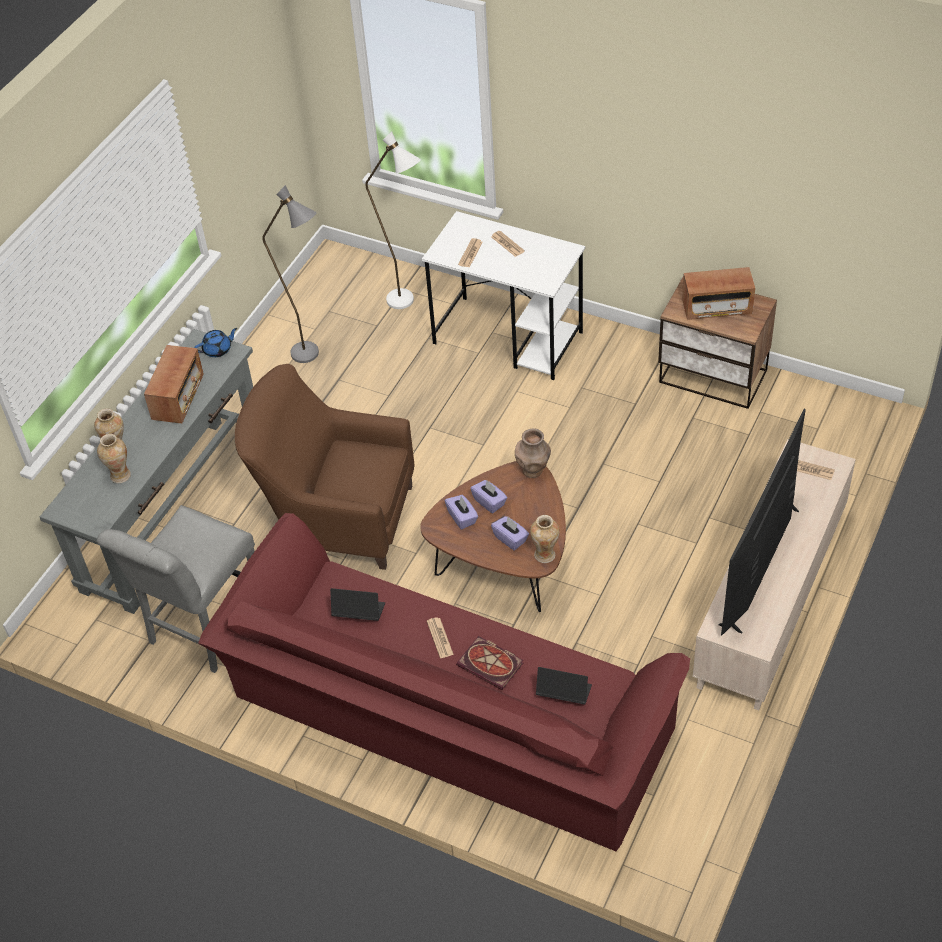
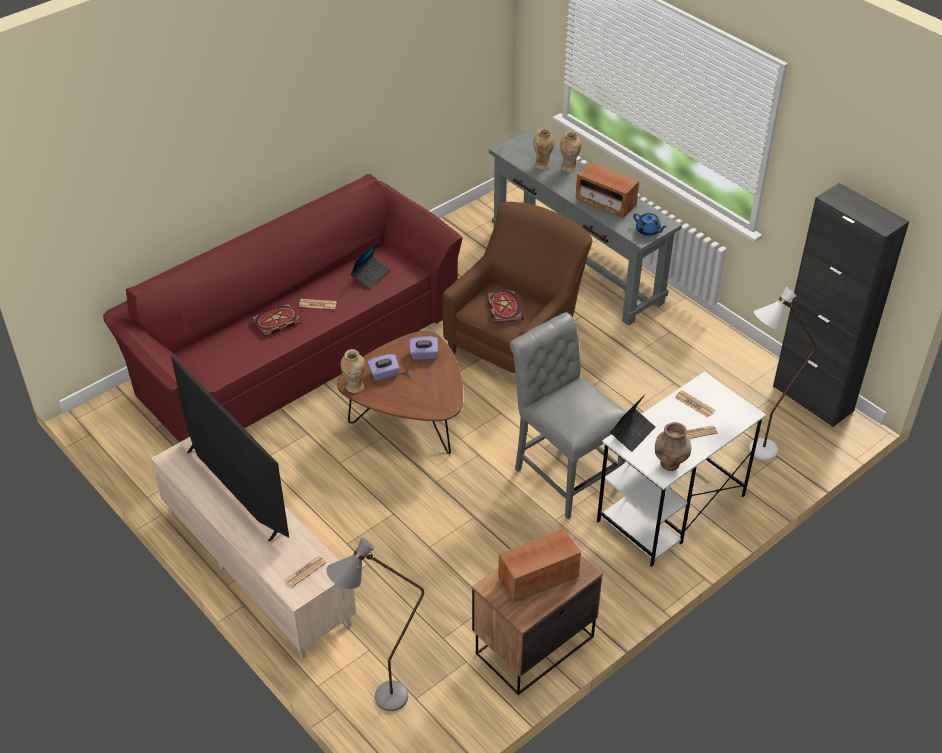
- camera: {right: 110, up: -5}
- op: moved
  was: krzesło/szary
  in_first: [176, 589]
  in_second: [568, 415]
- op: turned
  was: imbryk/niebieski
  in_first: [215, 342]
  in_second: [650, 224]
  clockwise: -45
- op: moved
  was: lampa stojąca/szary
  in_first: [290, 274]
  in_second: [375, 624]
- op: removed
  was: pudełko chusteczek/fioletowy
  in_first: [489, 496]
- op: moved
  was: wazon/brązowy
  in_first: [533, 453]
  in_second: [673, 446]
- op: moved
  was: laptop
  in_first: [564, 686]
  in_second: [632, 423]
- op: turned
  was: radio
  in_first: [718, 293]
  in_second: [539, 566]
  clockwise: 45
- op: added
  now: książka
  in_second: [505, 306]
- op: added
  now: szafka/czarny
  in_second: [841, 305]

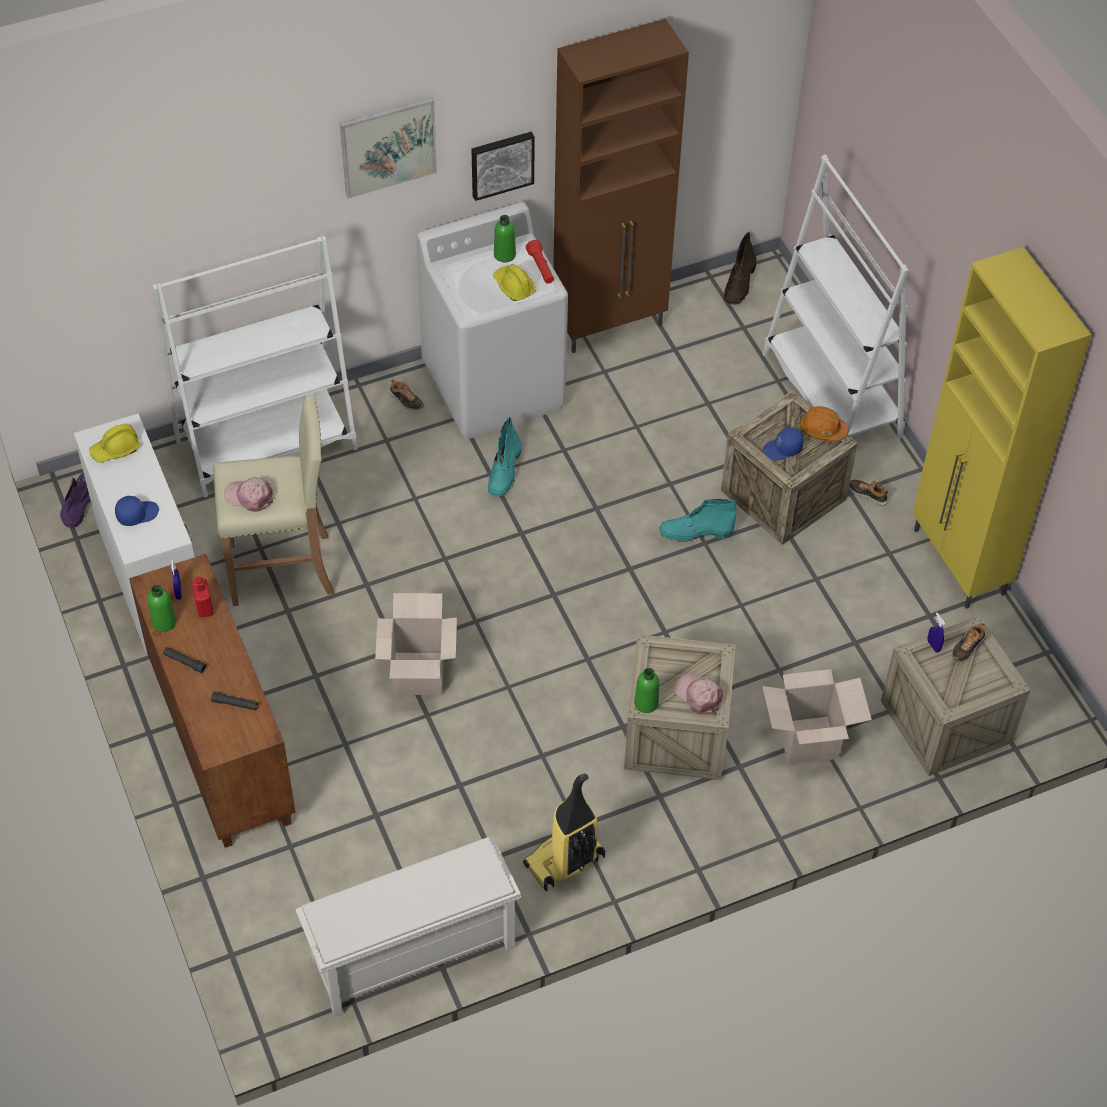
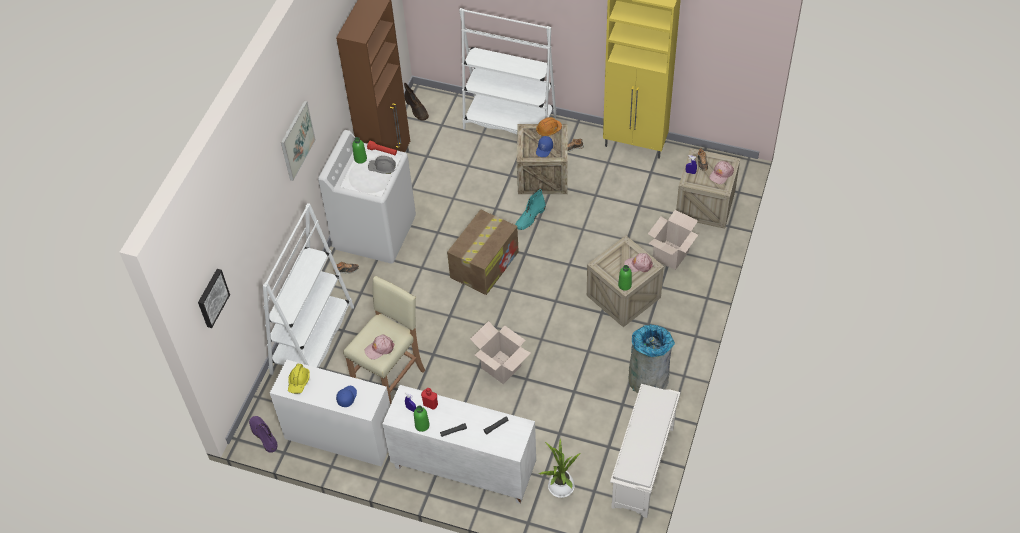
- camera: {right: -45, up: 0}
- op: recoloured
  was: szafka/brązowy
  now: szafka/biały
  in_first: [212, 701]
  in_second: [459, 444]
- op: moved
  was: obraz
  in_first: [503, 166]
  in_second: [214, 298]
- op: removed
  was: but z cholewką/turkusowy
  in_first: [505, 457]
- op: recoloured
  was: kask/żółty
  now: kask/szary
  in_first: [514, 282]
  in_second: [382, 165]
- op: replaced
  was: odkurzacz
  now: kosz na śmieci/szary
  in_first: [564, 832]
  in_second: [652, 359]
- op: added
  now: karton
  in_second: [483, 252]
- op: added
  now: roślina doniczkowa
  in_second: [560, 468]
- op: added
  now: czapka z daszkiem/różowy
  in_second: [721, 172]

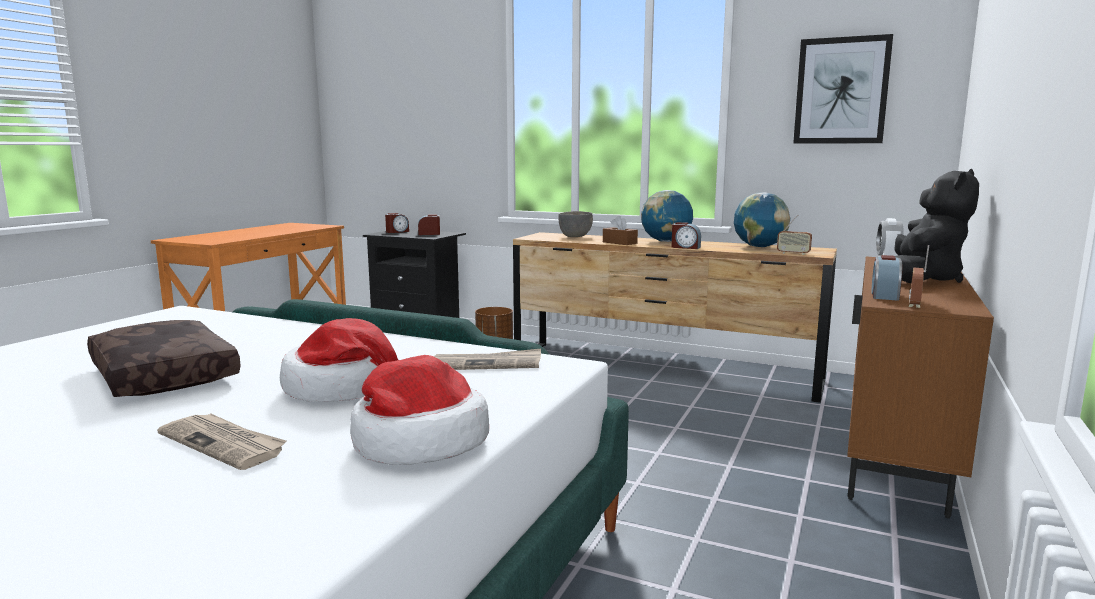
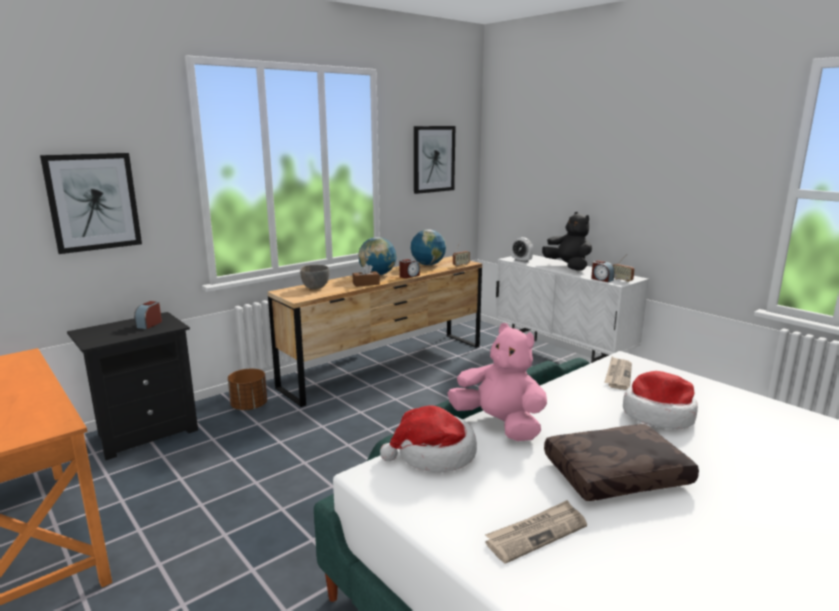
- camera: {right: -65, up: 5}
- op: moved
  was: gazeta
  in_first: [221, 441]
  in_second: [536, 532]
- op: moved
  was: kapelusz
  in_first: [419, 410]
  in_second: [428, 438]
- op: removed
  was: budzik
  in_first: [397, 223]
- op: recoloured
  was: szafka/brązowy
  now: szafka/biały
  in_first: [920, 387]
  in_second: [572, 309]
- op: added
  now: obraz
  in_second: [91, 203]
- op: added
  now: pluszak/różowy
  in_second: [497, 382]

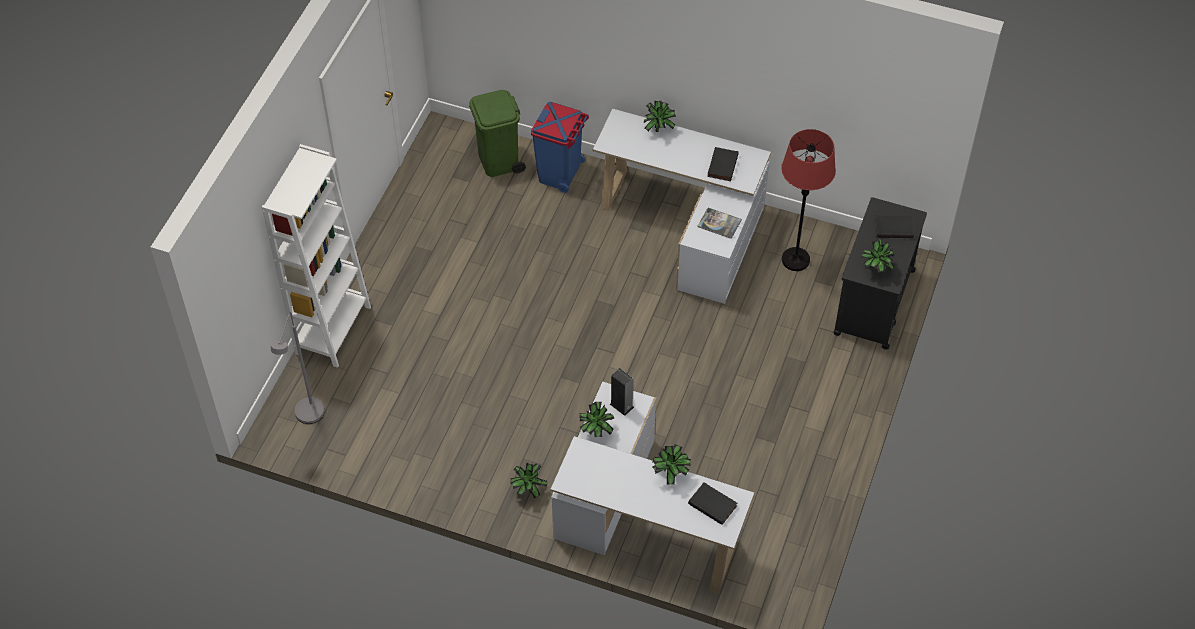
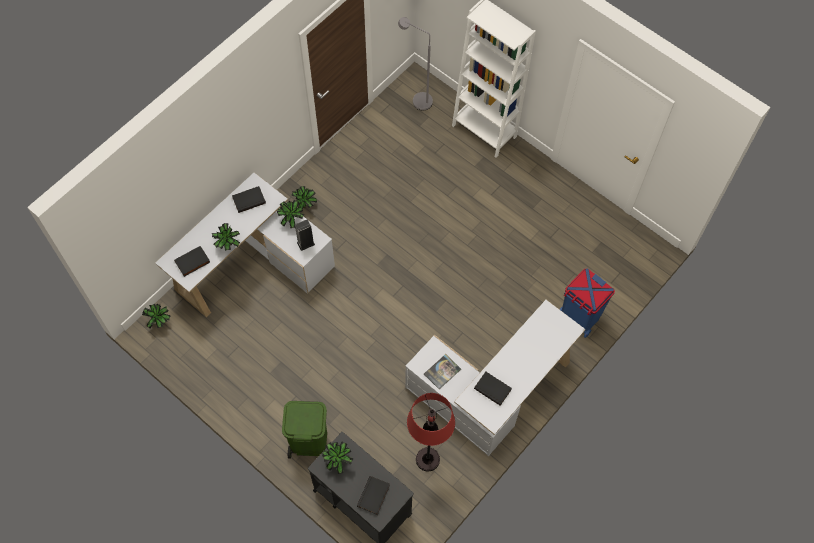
- camera: {right: 110, up: 10}
- op: moved
  was: kosz na śmieci/zielony
  in_first: [497, 133]
  in_second: [304, 430]
- op: moved
  was: roślina doniczkowa
  in_first: [660, 116]
  in_second: [156, 315]
- op: added
  now: książka/czarny
  in_second: [249, 199]

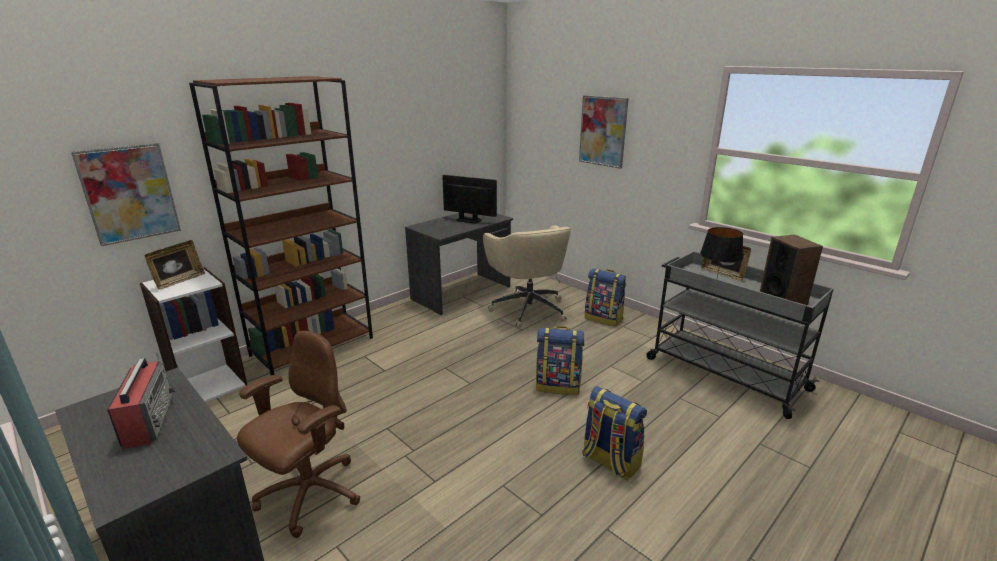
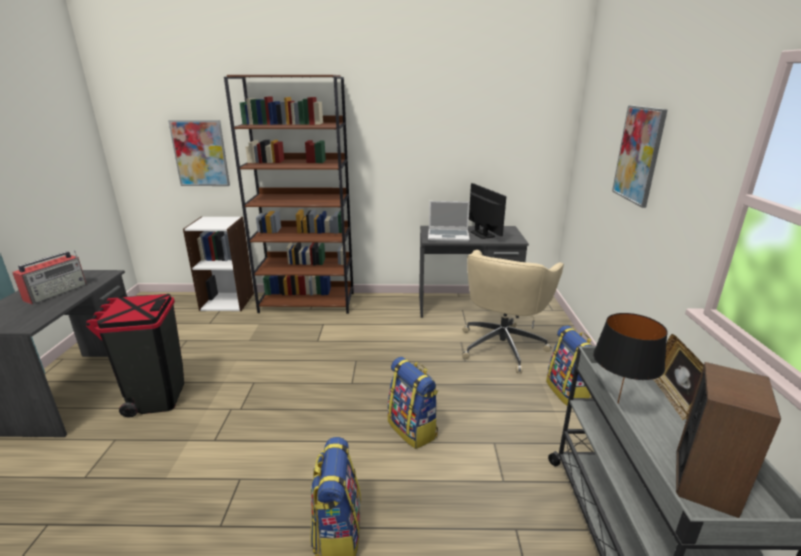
- camera: {right: 45, up: 0}
- op: removed
  was: ramka na zdjęcie
  in_first: [174, 265]
- op: replaced
  was: krzesło biurowe/brązowy
  now: kosz na śmieci/czarny
  in_first: [298, 434]
  in_second: [135, 355]
- op: added
  now: laptop
  in_second: [449, 221]

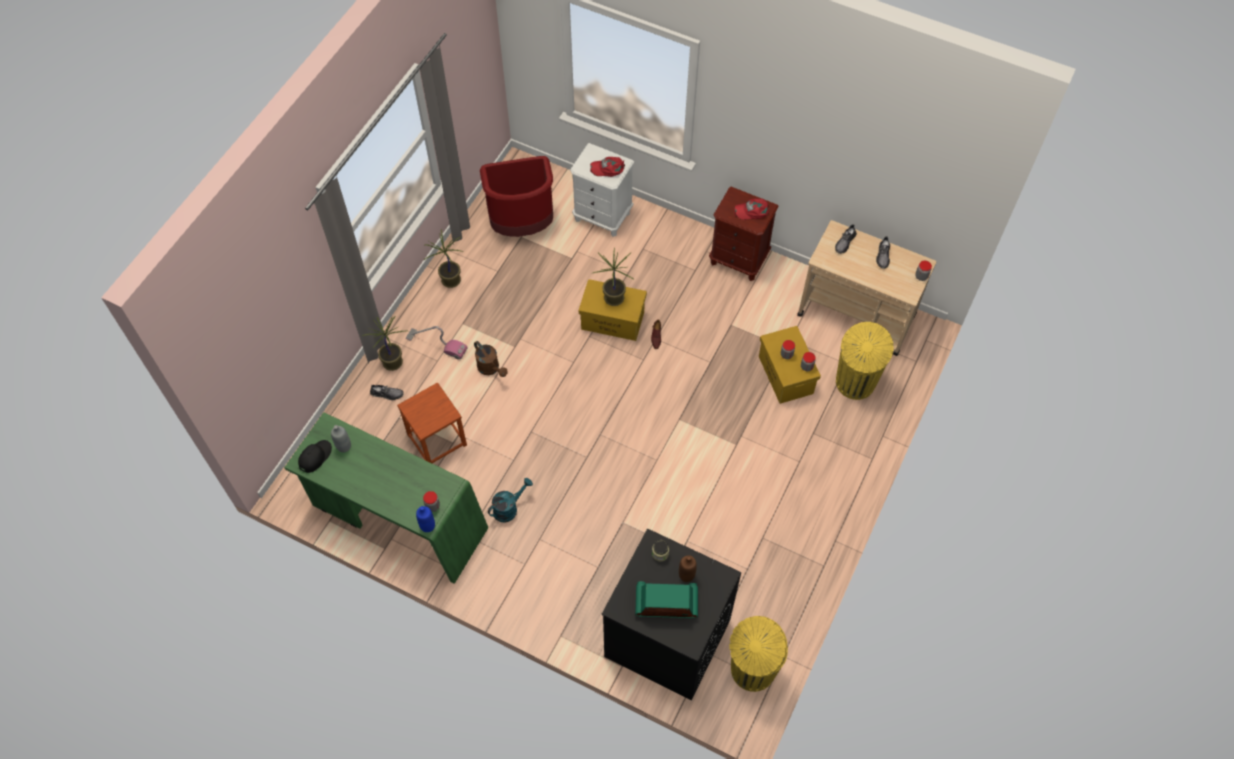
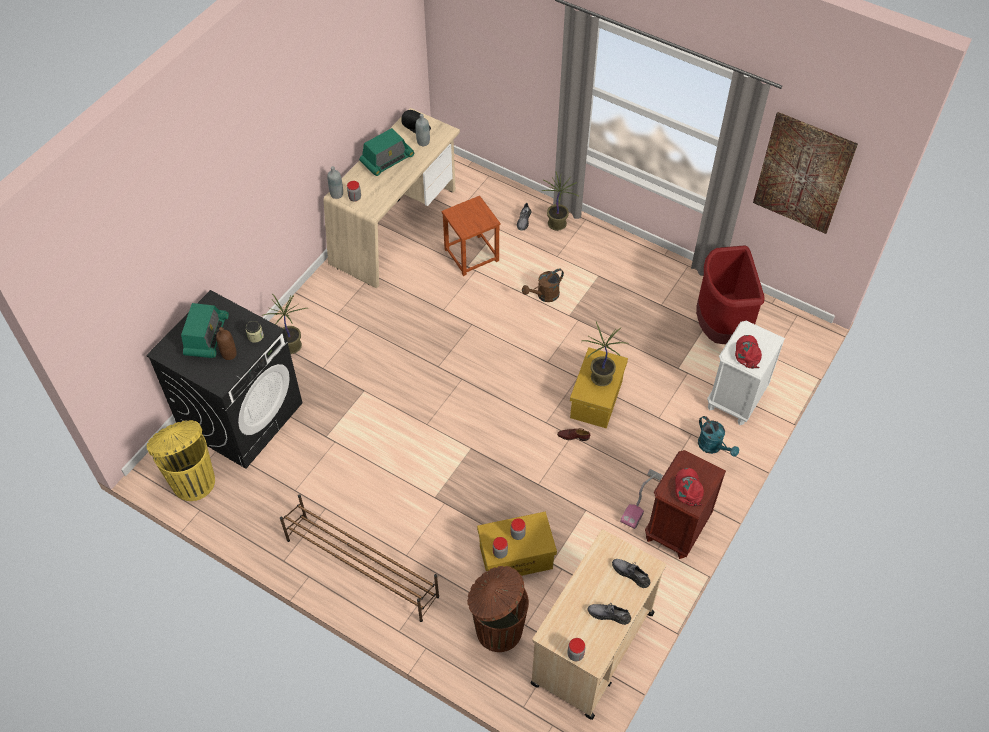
- camera: {right: 95, up: -5}
- op: recoloured
  was: biurko/zielony
  now: biurko/beżowy
  in_first: [386, 498]
  in_second: [391, 198]
- op: moved
  was: odkurzacz
  in_first: [437, 343]
  in_second: [641, 499]
- op: recoloured
  was: butelka/niebieski
  now: butelka/szary
  in_first: [425, 519]
  in_second: [335, 182]
- op: moved
  was: roślina doniczkowa
  in_first: [443, 258]
  in_second: [285, 324]
- op: moved
  was: konewka/turkusowy
  in_first: [510, 500]
  in_second: [718, 436]
- op: recoloured
  was: kosz na śmieci/żółty
  now: kosz na śmieci/brązowy
  in_first: [865, 361]
  in_second: [498, 609]
- op: added
  now: regał na buty/brązowy
  in_second: [359, 558]
- op: added
  now: radio
  in_second: [386, 152]
- op: added
  now: obraz
  in_second: [805, 173]

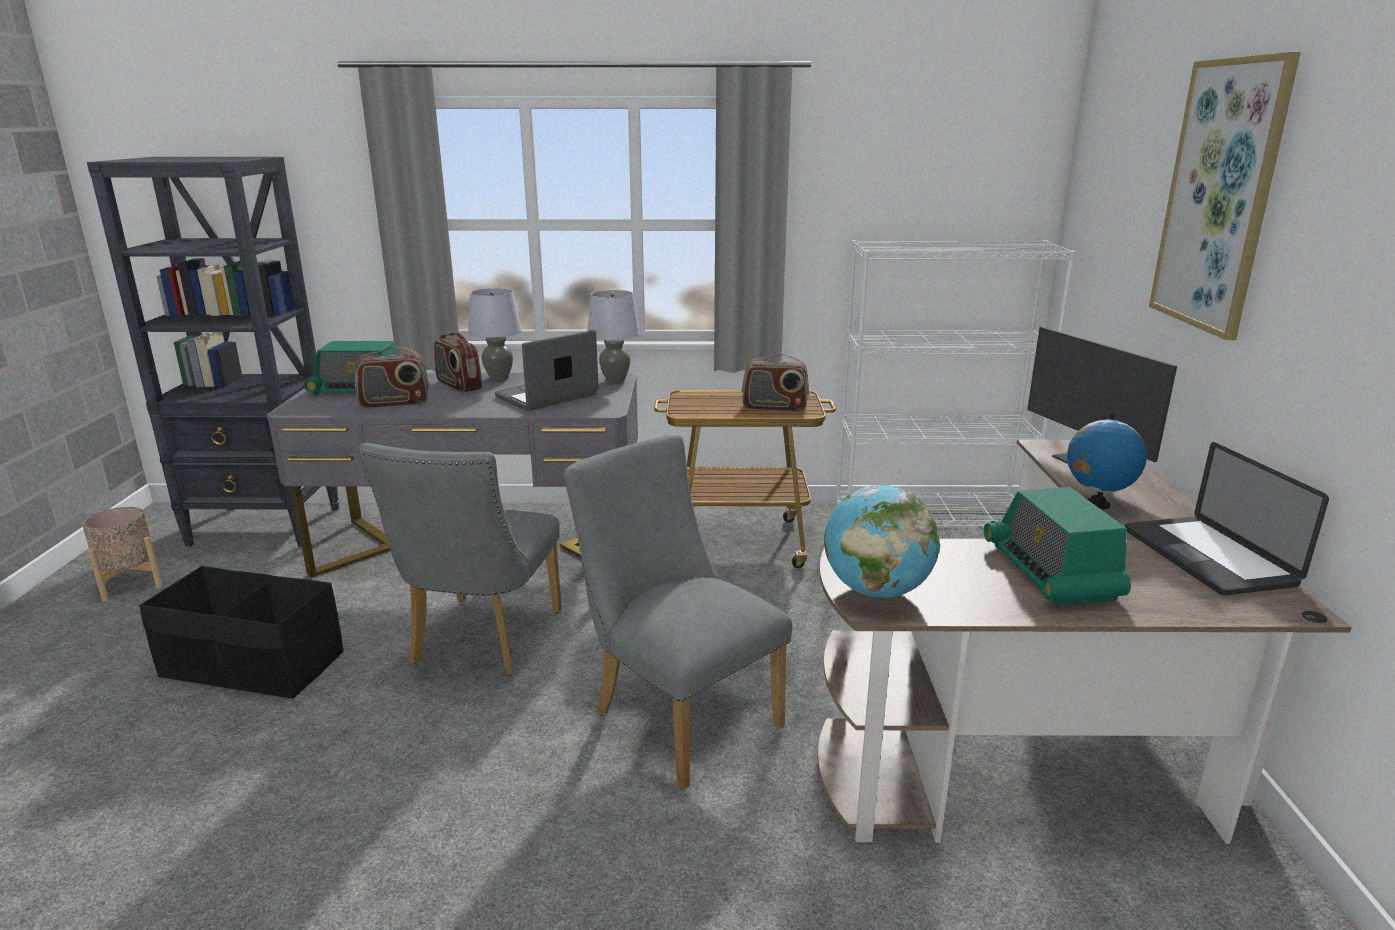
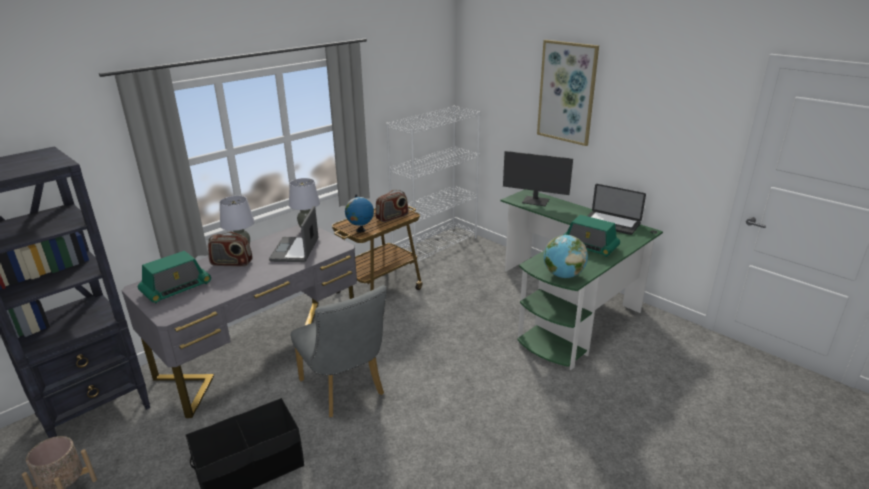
- camera: {right: -45, up: 5}
- op: removed
  was: radio
  in_first: [392, 377]
- op: removed
  was: krzesło/szary
  in_first: [678, 612]
- op: recoloured
  was: biurko/brązowy
  now: biurko/zielony
  in_first: [1085, 642]
  in_second: [582, 279]
- op: moved
  was: globus
  in_first: [1107, 461]
  in_second: [359, 214]

